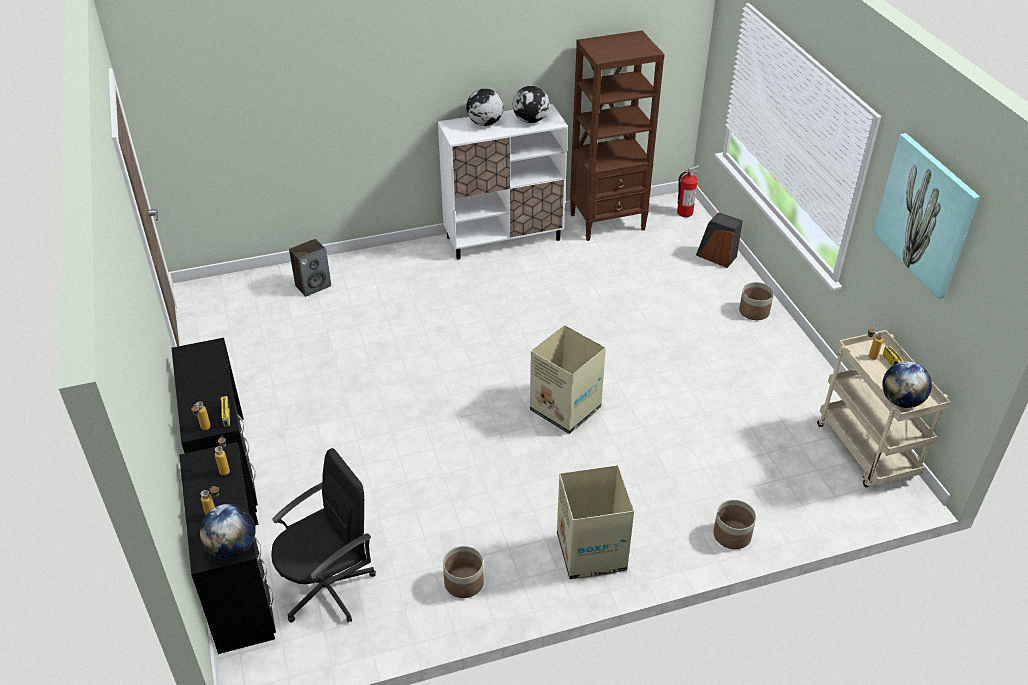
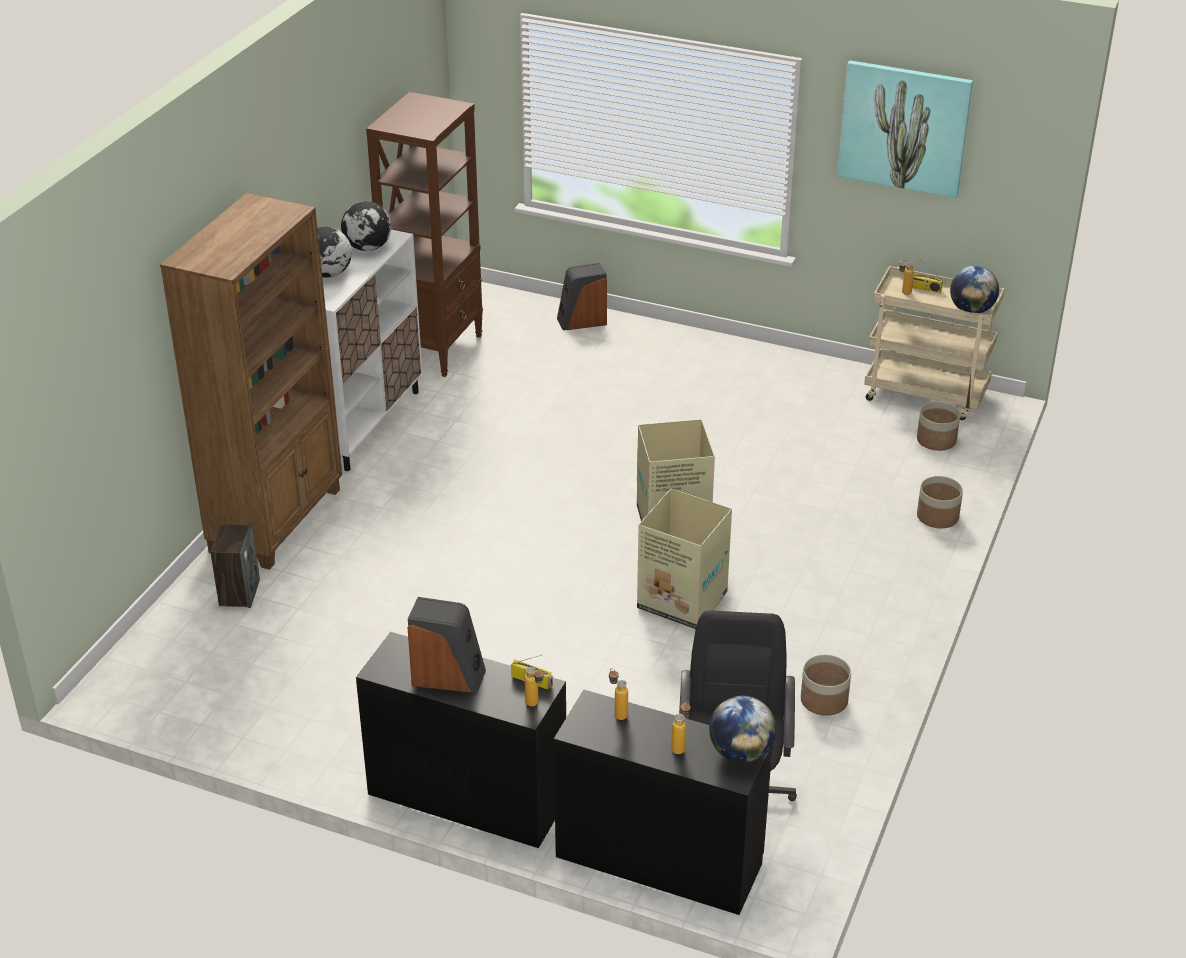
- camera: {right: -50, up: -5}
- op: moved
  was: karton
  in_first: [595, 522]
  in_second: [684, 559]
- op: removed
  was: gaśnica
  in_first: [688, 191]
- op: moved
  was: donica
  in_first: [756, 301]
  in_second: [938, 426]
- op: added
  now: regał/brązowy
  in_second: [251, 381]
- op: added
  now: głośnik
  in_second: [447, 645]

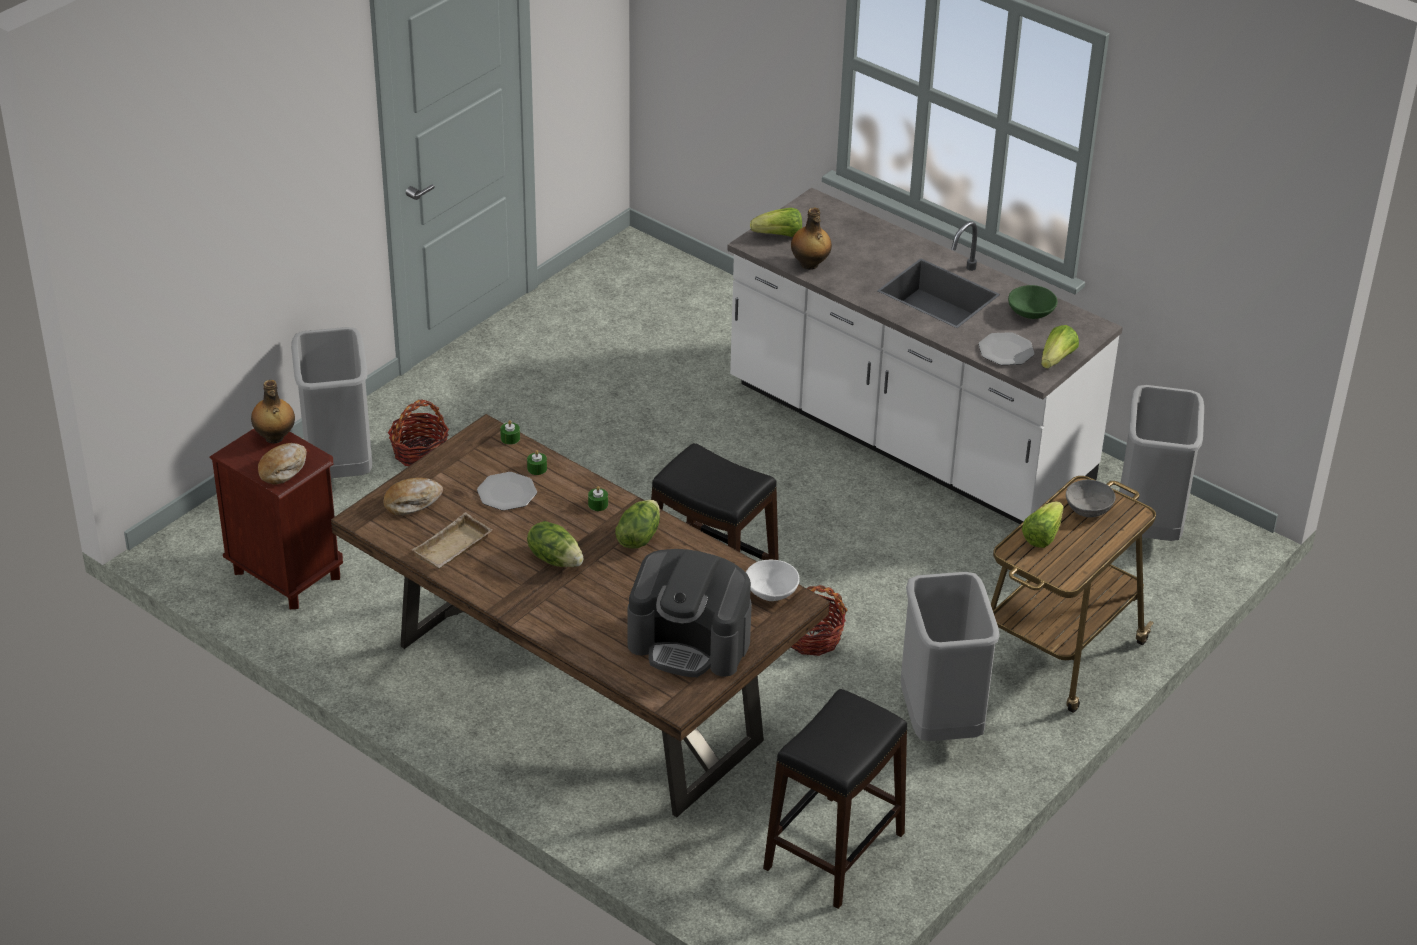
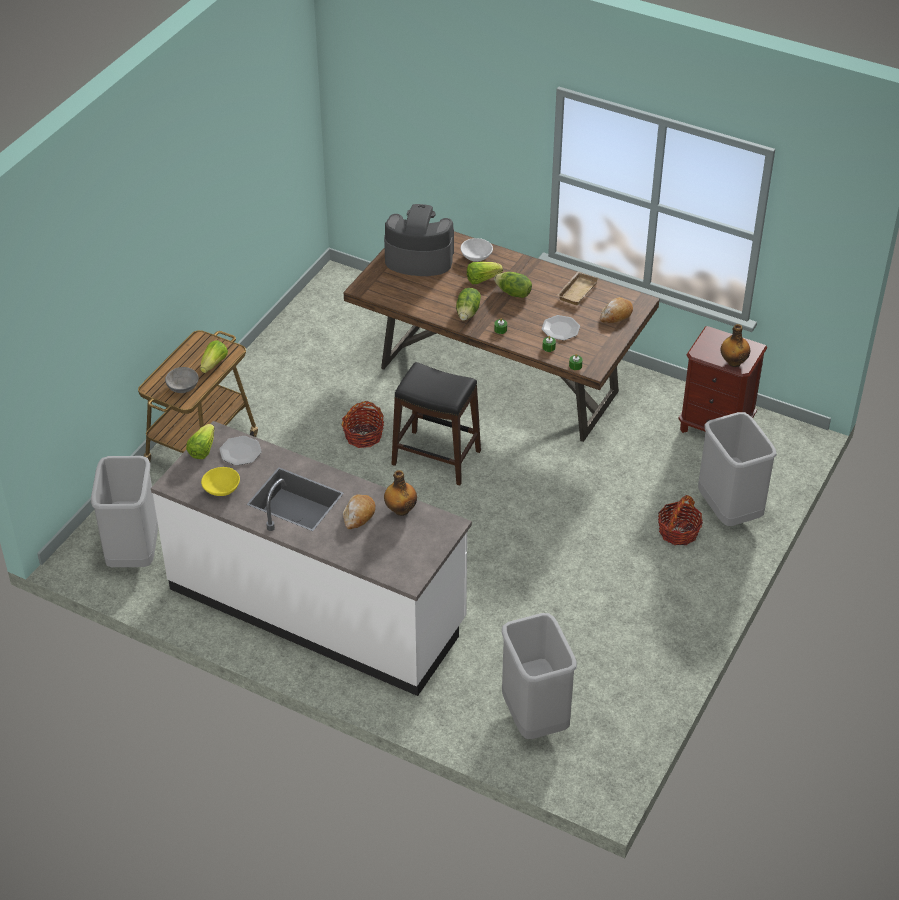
- camera: {right: 170, up: 5}
- op: moved
  was: chleb
  in_first: [282, 464]
  in_second: [359, 512]
- op: moved
  was: miska/biały
  in_first: [773, 580]
  in_second: [477, 250]
- op: moved
  was: sałata
  in_first: [776, 222]
  in_second: [485, 273]
- op: removed
  was: stołek/czarny
  in_first: [835, 799]
- op: moved
  was: kosz na śmieci/szary
  in_first: [950, 656]
  in_second: [539, 676]
- op: recoloured
  was: miska/zielony
  now: miska/żółty
  in_first: [1033, 302]
  in_second: [220, 481]

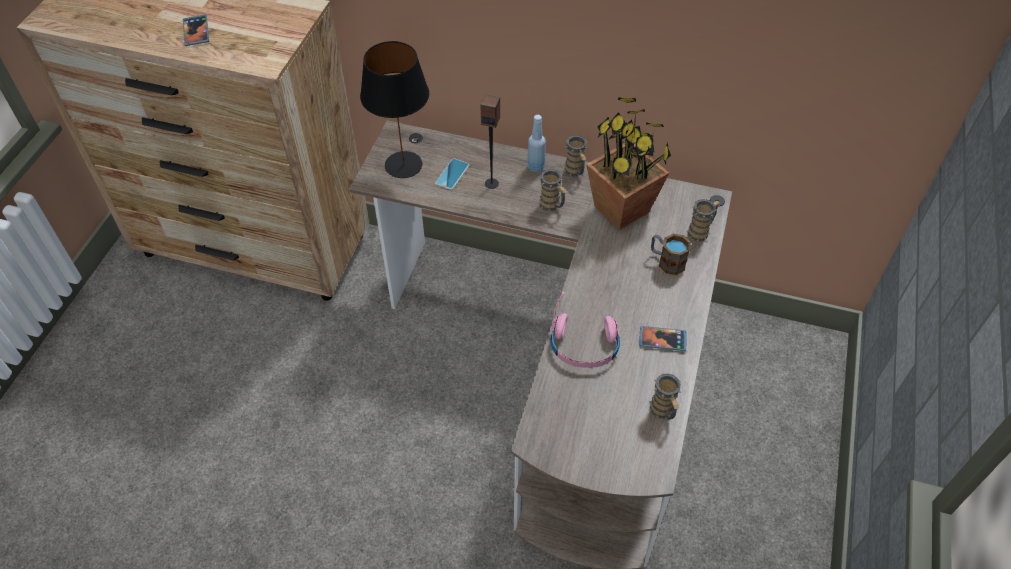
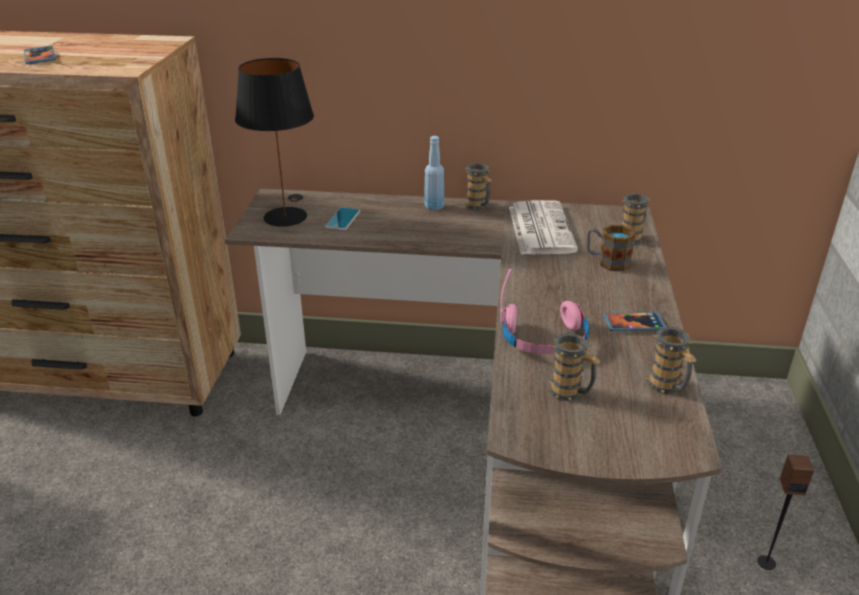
- camera: {right: -10, up: -20}
- op: moved
  was: głośnik
  in_first: [490, 141]
  in_second: [785, 512]
- op: moved
  was: kubek
  in_first: [553, 190]
  in_second: [573, 367]
- op: replaced
  was: roślina doniczkowa
  now: gazeta
  in_first: [628, 163]
  in_second: [543, 227]

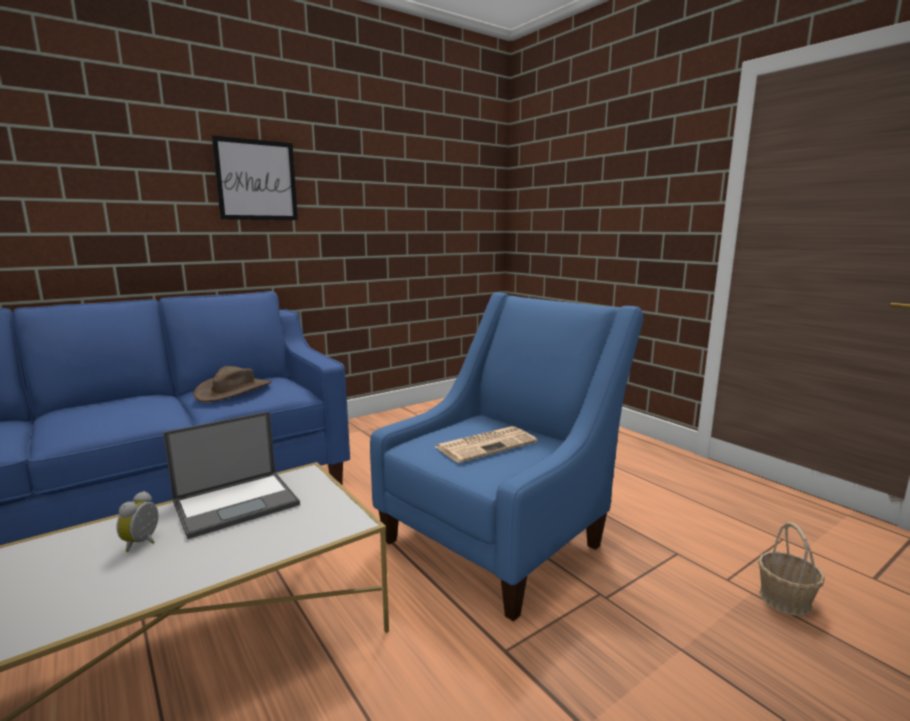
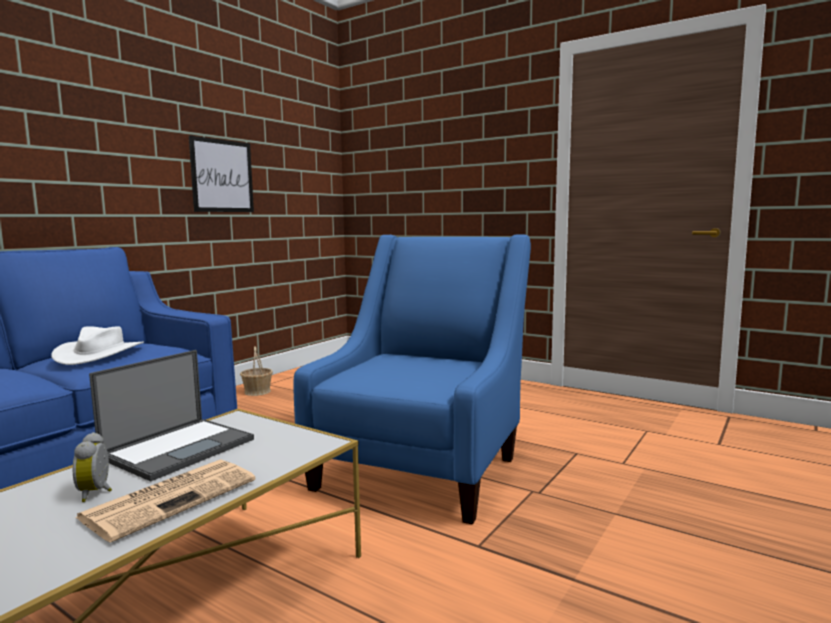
- camera: {right: -20, up: -5}
- op: recoloured
  was: kapelusz/brązowy
  now: kapelusz/biały
  in_first: [232, 384]
  in_second: [97, 345]
- op: moved
  was: obraz
  in_first: [255, 178]
  in_second: [221, 174]
- op: moved
  was: gazeta
  in_first: [486, 444]
  in_second: [166, 501]
- op: moved
  was: koszyk
  in_first: [791, 569]
  in_second: [256, 371]

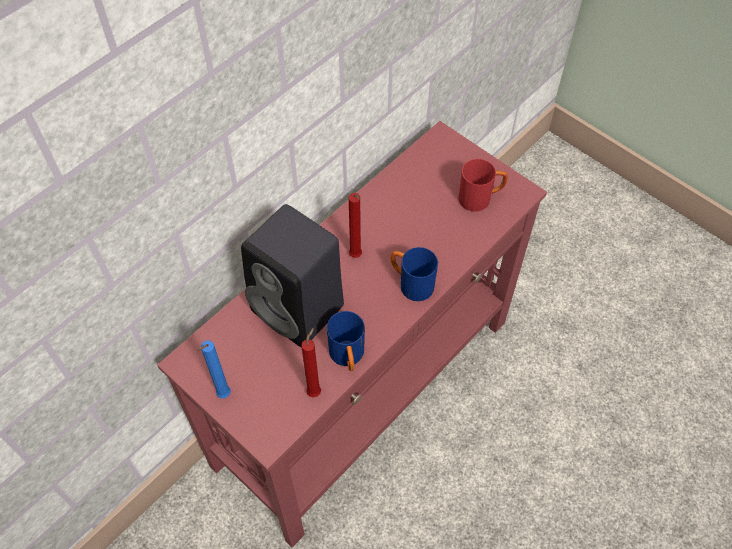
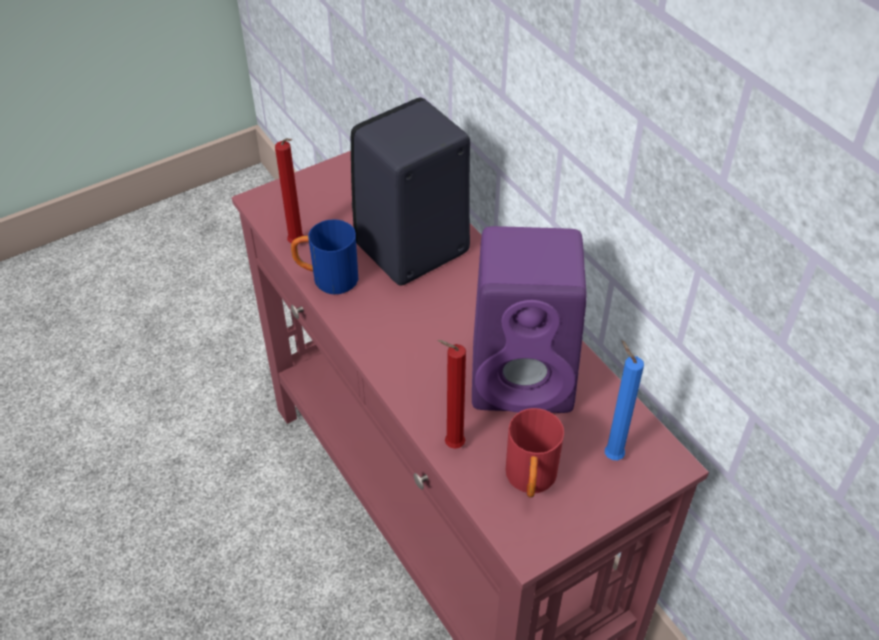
- camera: {right: 105, up: -10}
- op: moved
  was: świeca/niebieski
  in_first: [214, 369]
  in_second: [624, 400]
- op: moved
  was: świeca/czerwony
  in_first: [355, 225]
  in_second: [452, 394]
- op: removed
  was: kubek/niebieski
  in_first: [414, 274]
- op: added
  now: głośnik/fioletowy
  in_second: [529, 319]

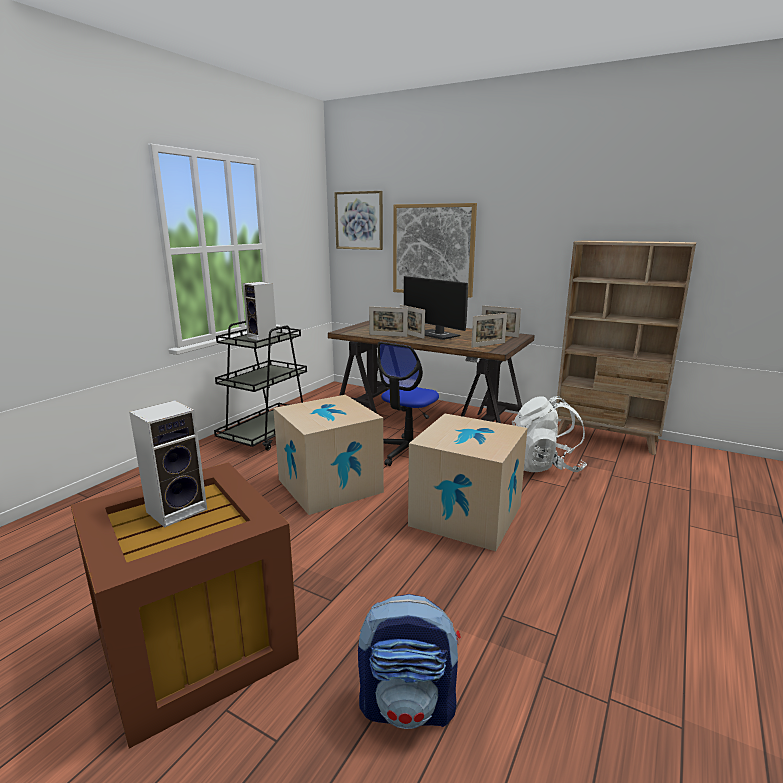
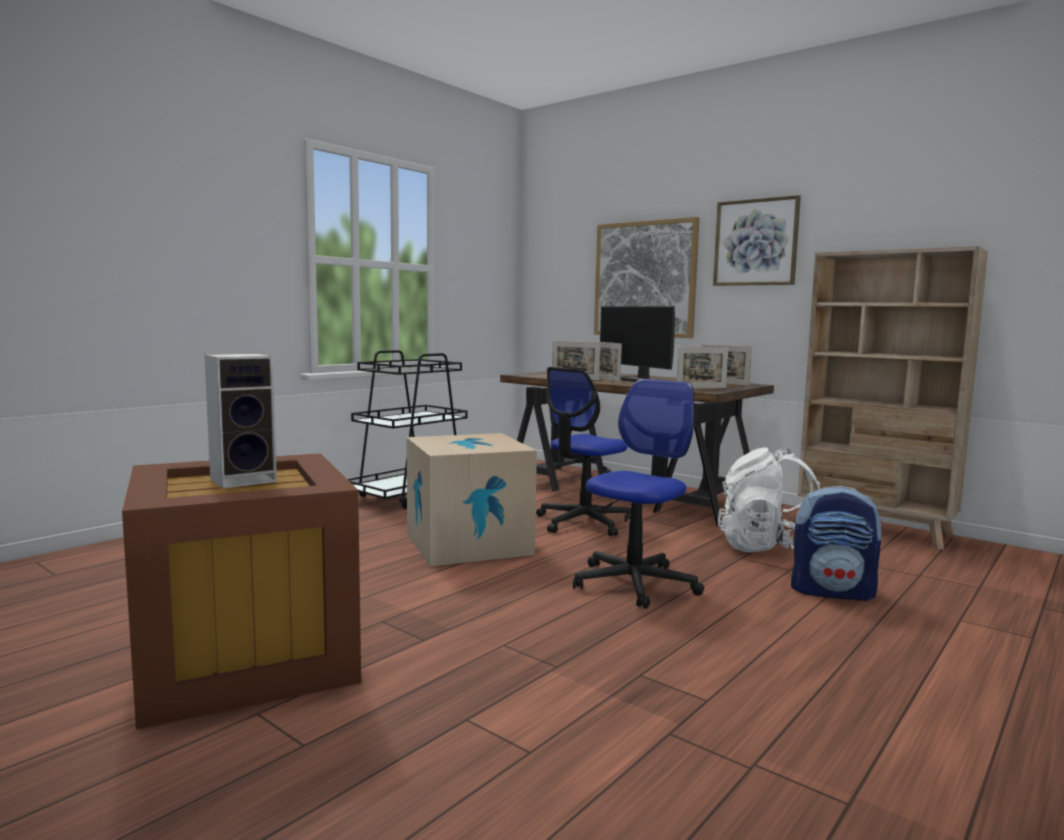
- camera: {right: 10, up: -10}
- op: removed
  was: głośnik
  in_first: [260, 311]
- op: moved
  was: obraz
  in_first: [358, 220]
  in_second: [757, 240]
- op: moved
  was: plecak
  in_first: [409, 661]
  in_second: [837, 543]
- op: replaced
  was: karton
  now: krzesło biurowe
  in_first: [467, 482]
  in_second: [638, 494]

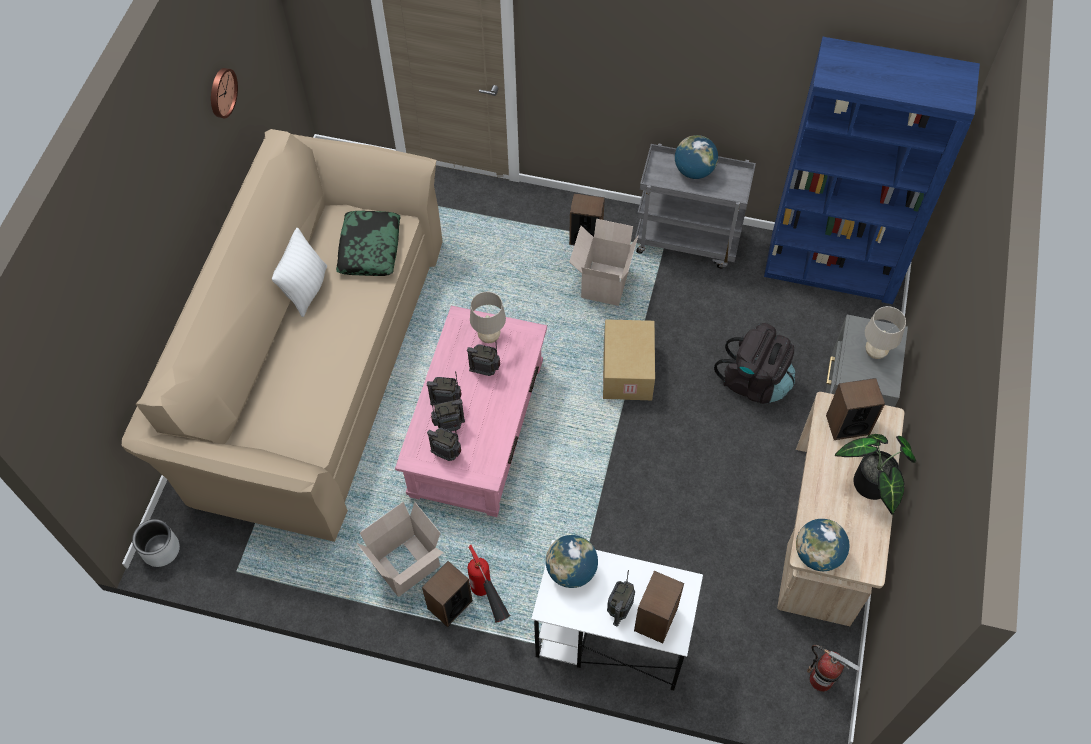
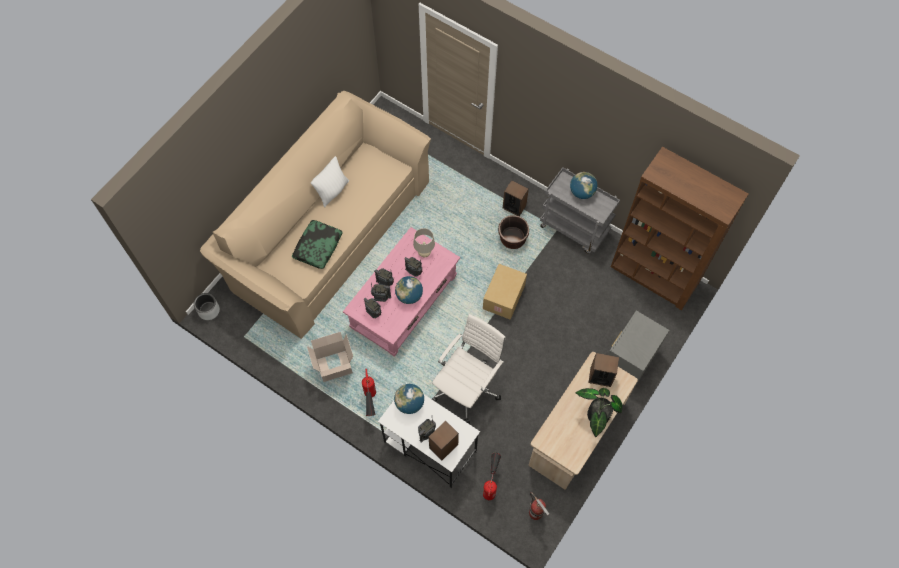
- camera: {right: 20, up: 5}
- op: removed
  was: zegar ścienny
  in_first: [224, 93]
- op: moved
  was: poduszka
  in_first: [368, 243]
  in_second: [317, 244]
- op: removed
  was: głośnik
  in_first: [447, 594]
- op: replaced
  was: karton
  now: donica/brązowy
  in_first: [604, 262]
  in_second: [513, 232]
- op: removed
  was: plecak/czarny
  in_first: [754, 363]
- op: recoloured
  was: regał/niebieski
  now: regał/brązowy
  in_first: [872, 170]
  in_second: [679, 228]
- op: moved
  was: globus
  in_first: [822, 545]
  in_second: [409, 290]
- op: removed
  was: lampa stołowa/beżowy
  in_first: [885, 332]
- op: added
  now: krzesło biurowe/biały
  in_second: [469, 369]
- op: added
  now: gaśnica
  in_second: [492, 476]

